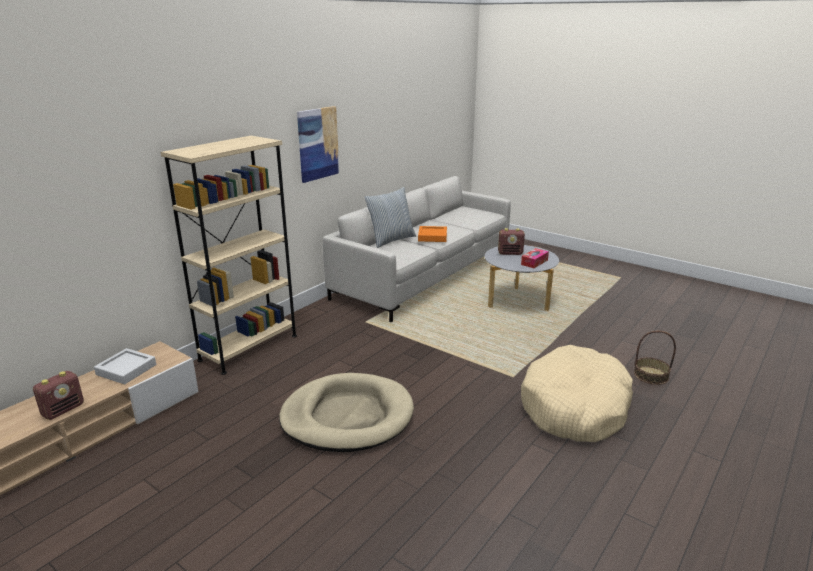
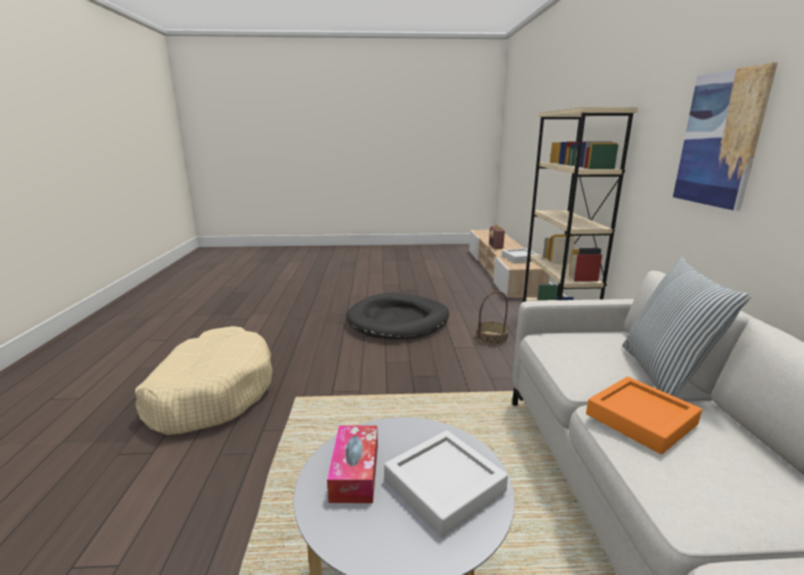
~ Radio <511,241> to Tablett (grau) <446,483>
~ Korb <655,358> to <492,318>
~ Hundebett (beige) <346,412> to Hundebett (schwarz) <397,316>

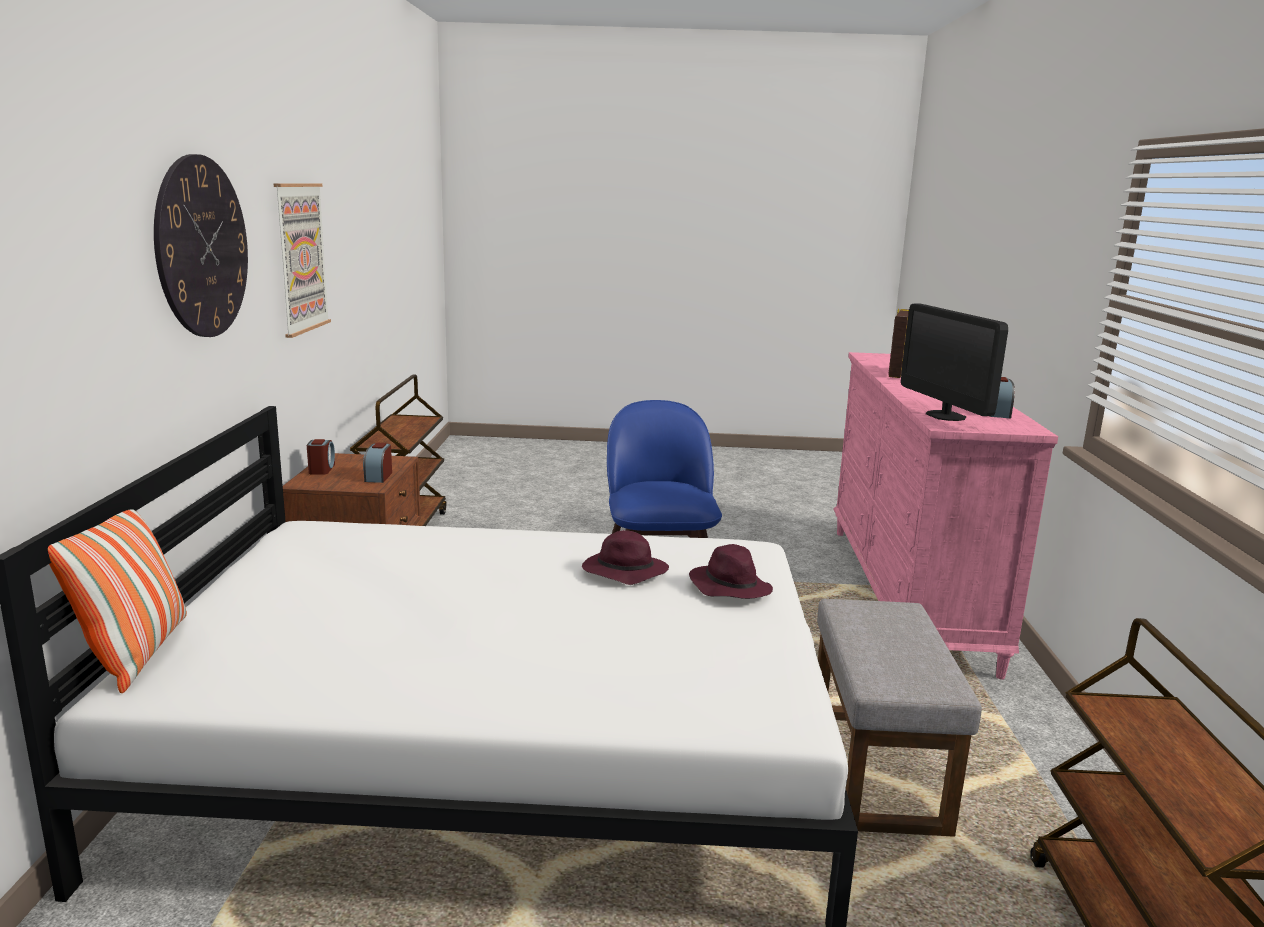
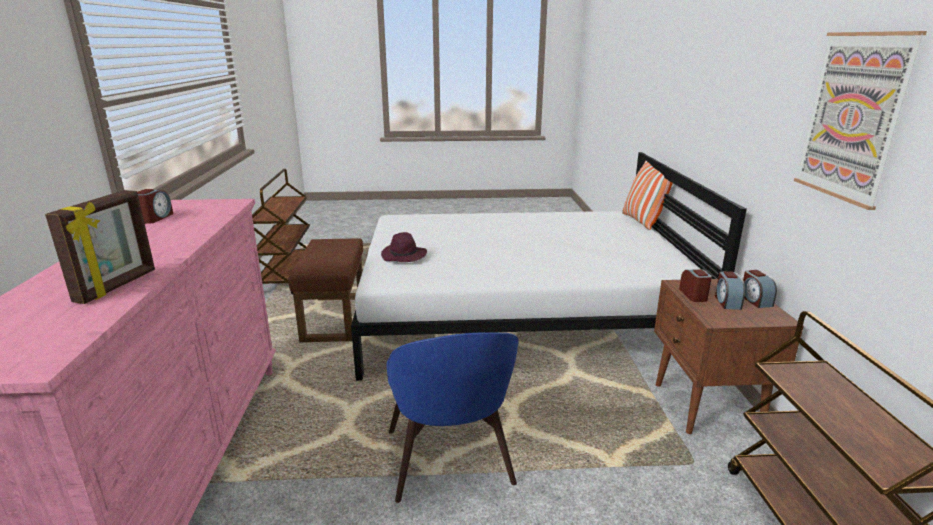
- Wanduhr <201,245>
- Monitor <954,362>
- Hut (lila) <625,557>
~ Polsterhocker (grau) <899,718> to Polsterhocker (braun) <325,290>
+ Wecker <730,290>

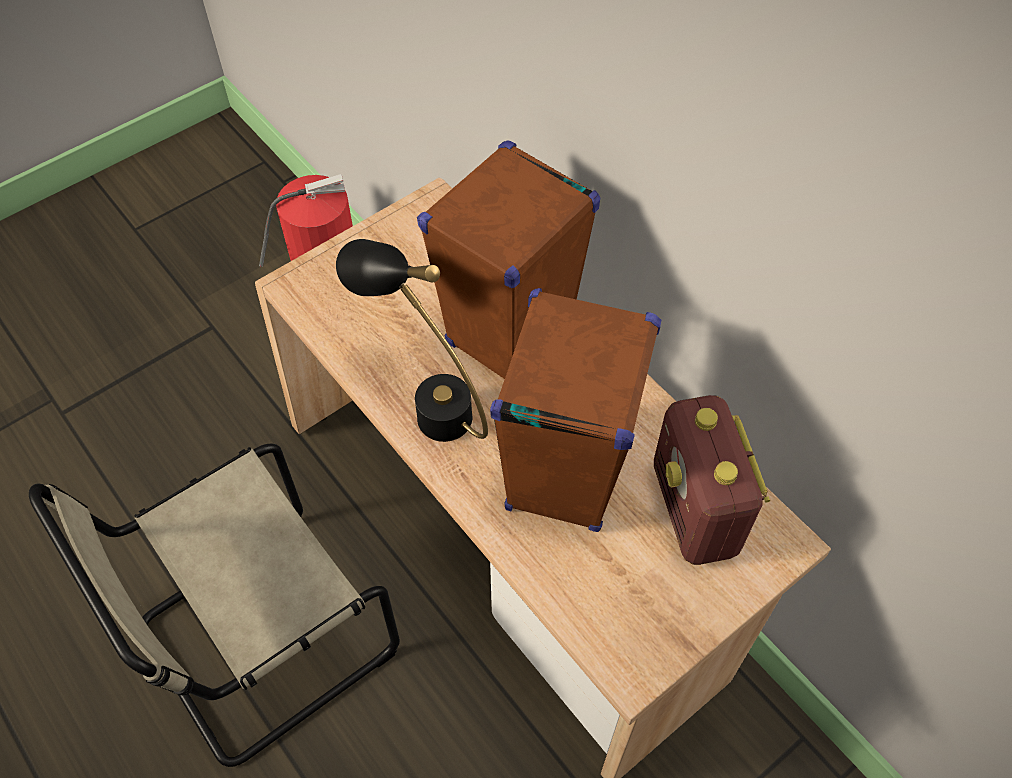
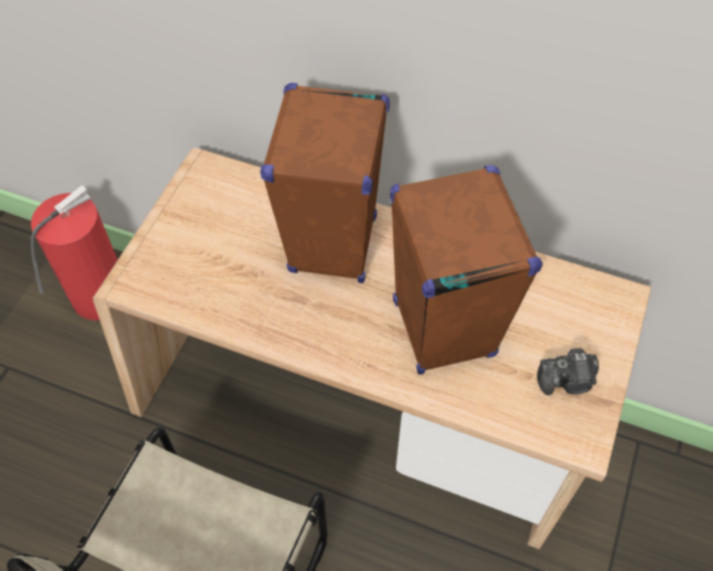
- Tischlampe (schwarz) <412,340>
- Radio <712,480>
+ Kamera <568,371>

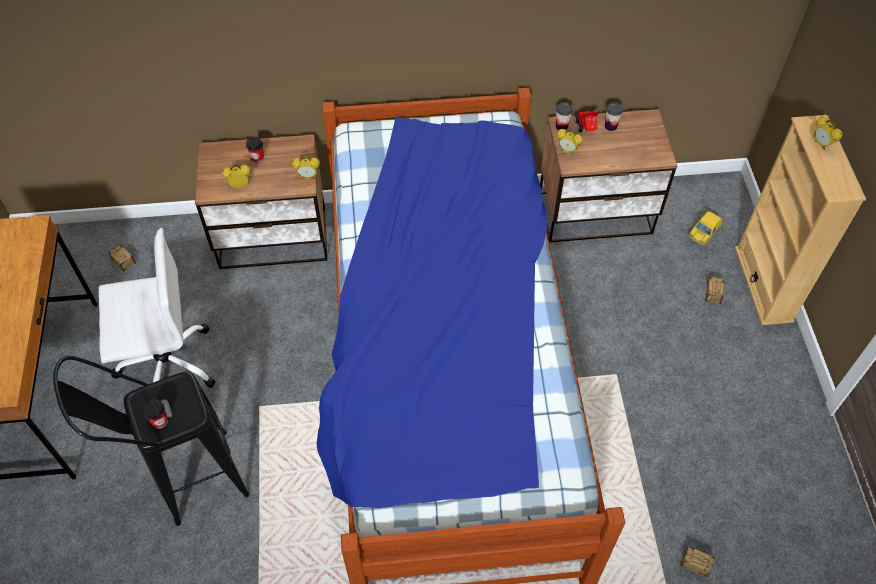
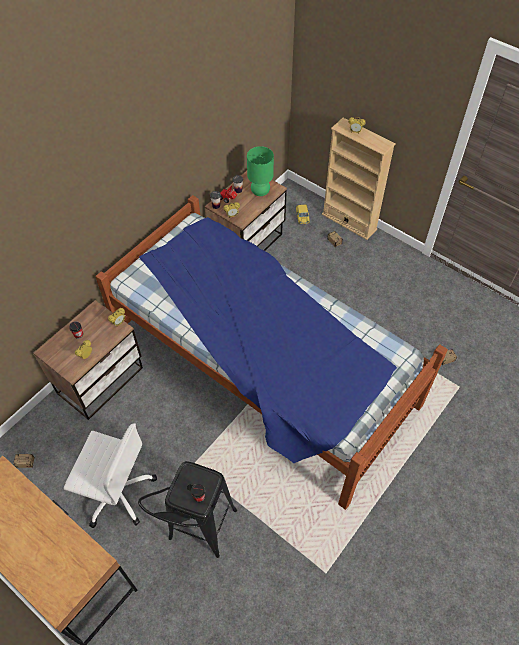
~ Bürostuhl (weiß) <157,308> = <110,475> 75 degrees clockwise
+ Tischlampe (grün) <260,171>

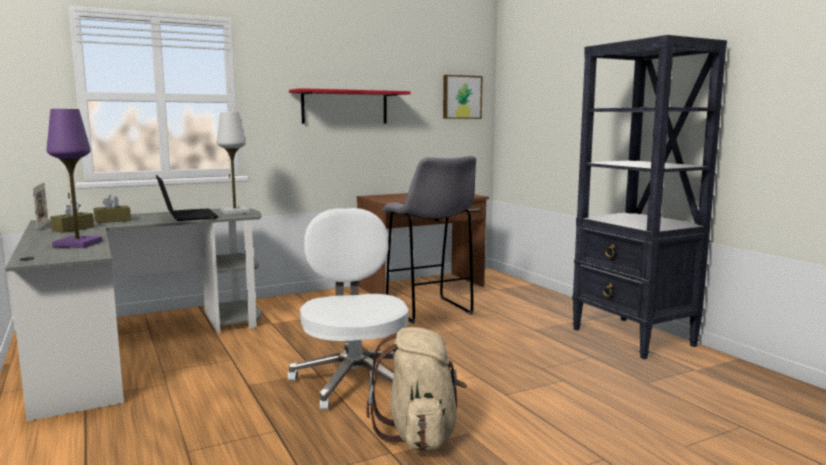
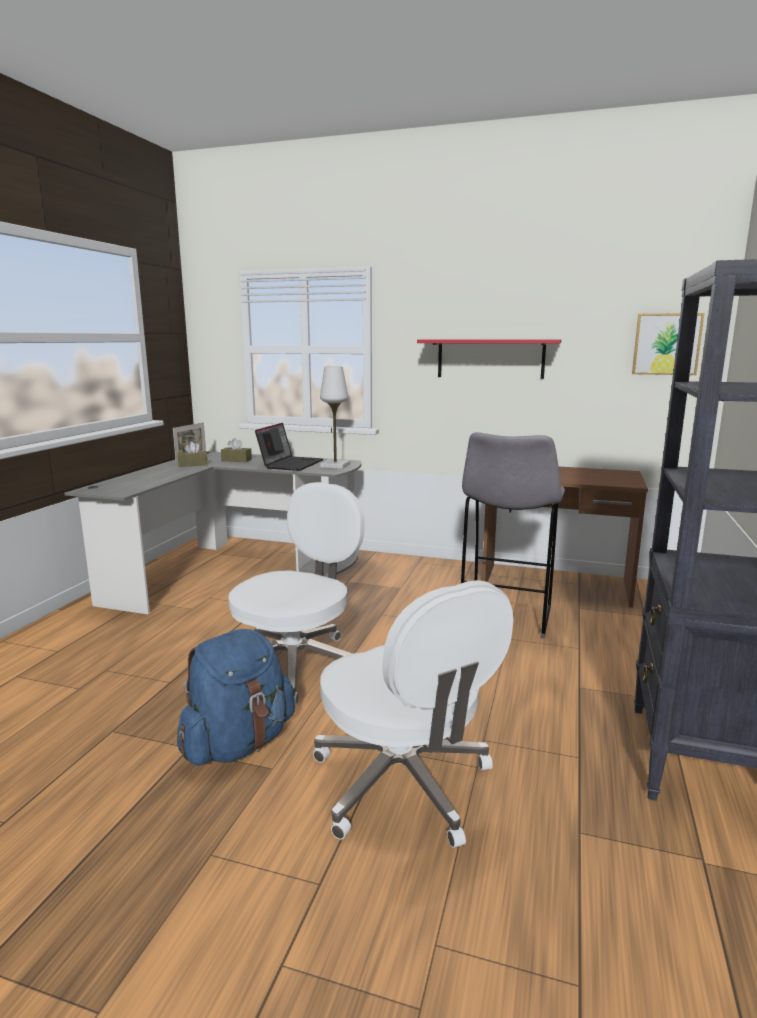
- Tischlampe (lila) <74,178>
~ Rucksack (beige) <416,389> to Rucksack (blau) <236,697>
+ Bürostuhl (weiß) <413,714>

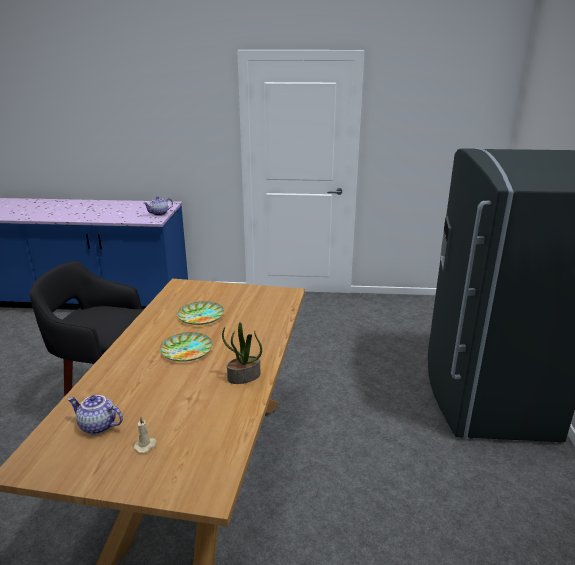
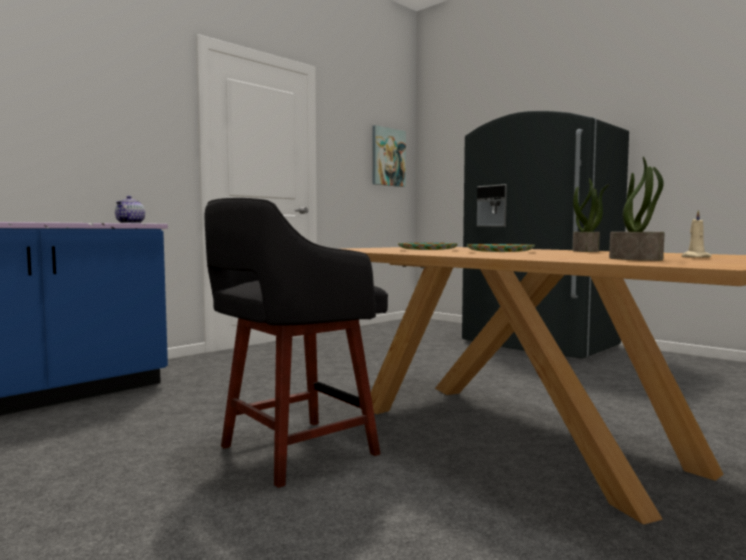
~ Teekanne <95,414> to Topfpflanze <637,208>
+ Bild <389,156>

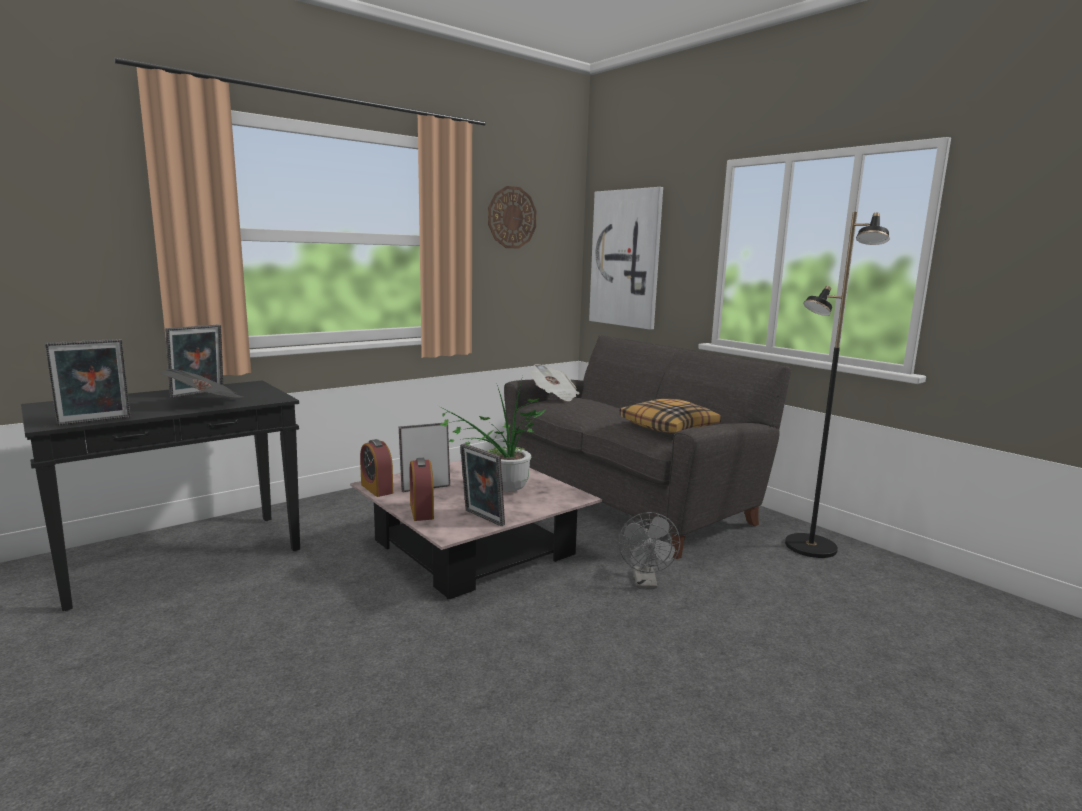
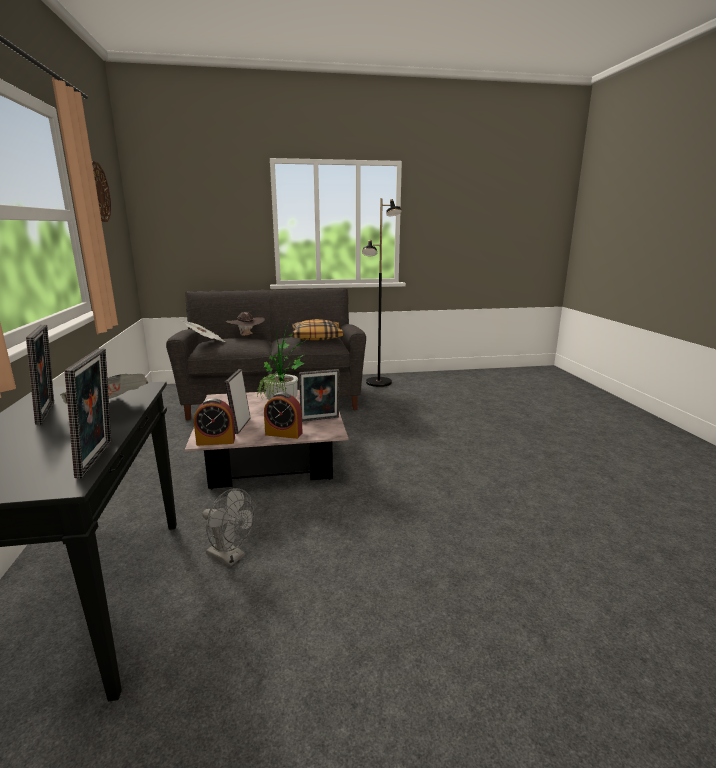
- Bild <626,258>
~ Ventilator (grau) <649,550> to <228,527>
+ Hut (braun) <245,324>

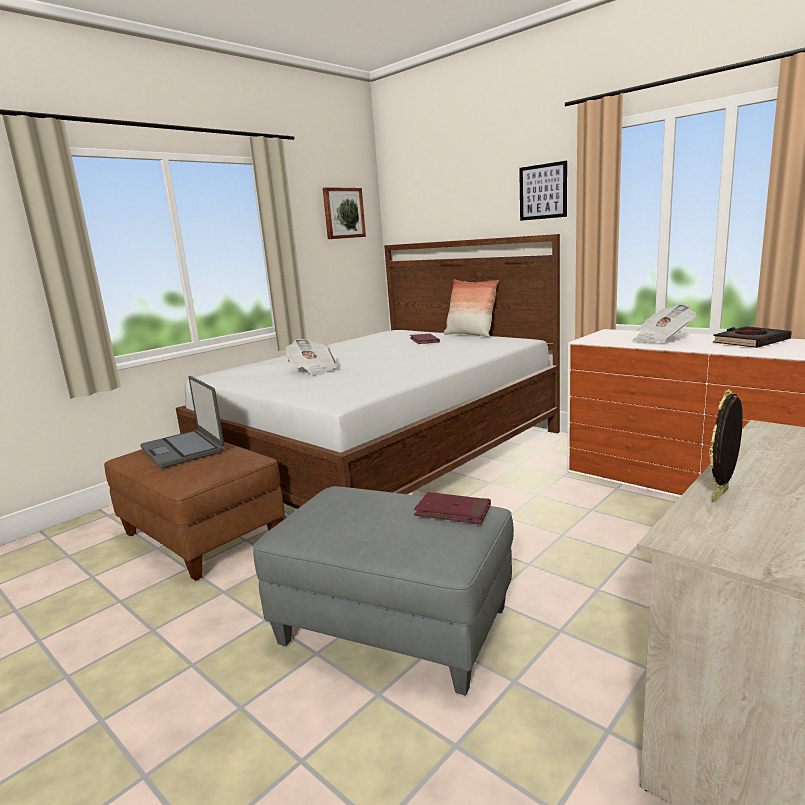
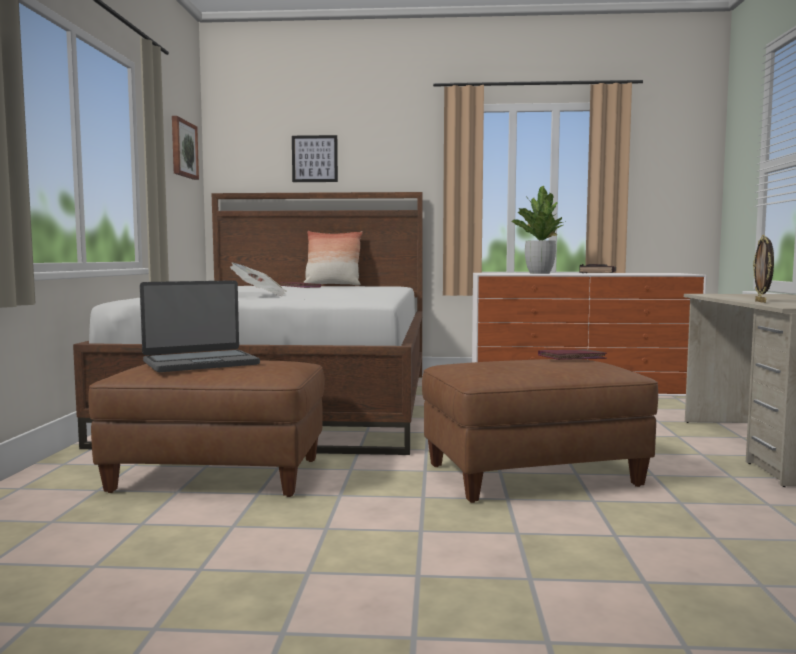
~ Bild <543,191> to <315,158>
~ Zeitung <664,323> to Topfpflanze <538,230>
~ Laptop <182,422> = <200,326> 45 degrees counterclockwise
~ Polsterhocker (grau) <383,591> to Polsterhocker (braun) <540,431>

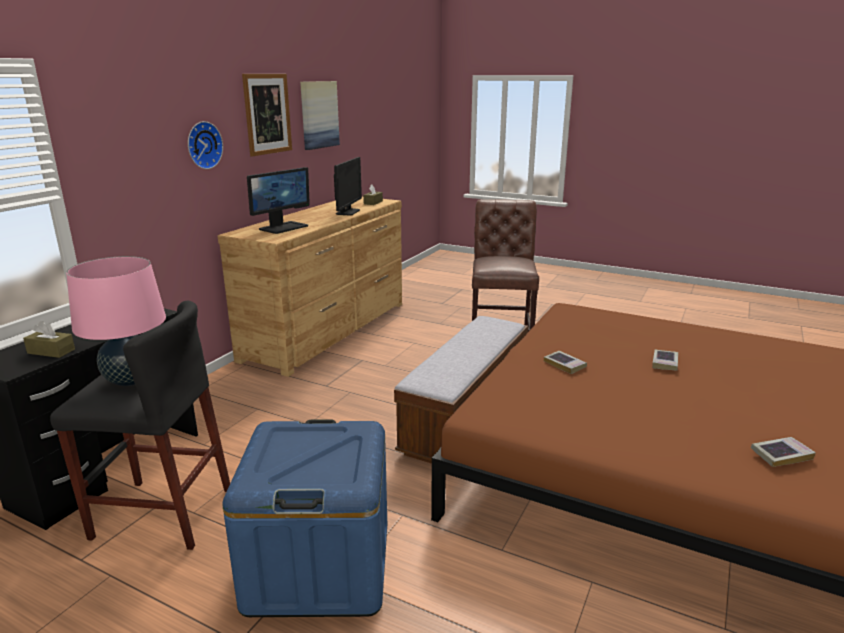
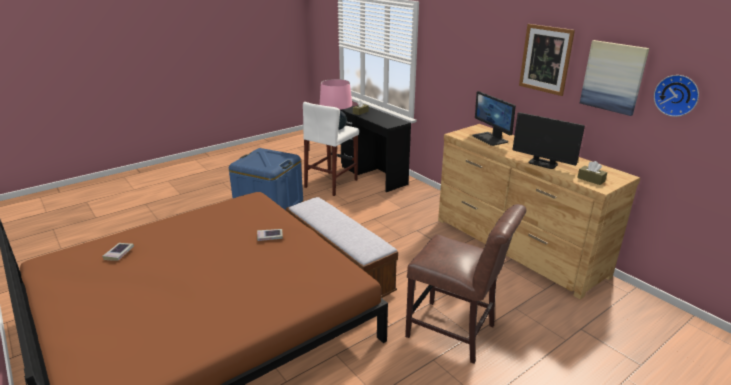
~ Wanduhr <205,145> to <676,96>
~ Hocker (schwarz) <140,425> to Hocker (weiß) <331,149>
- Buch <665,360>

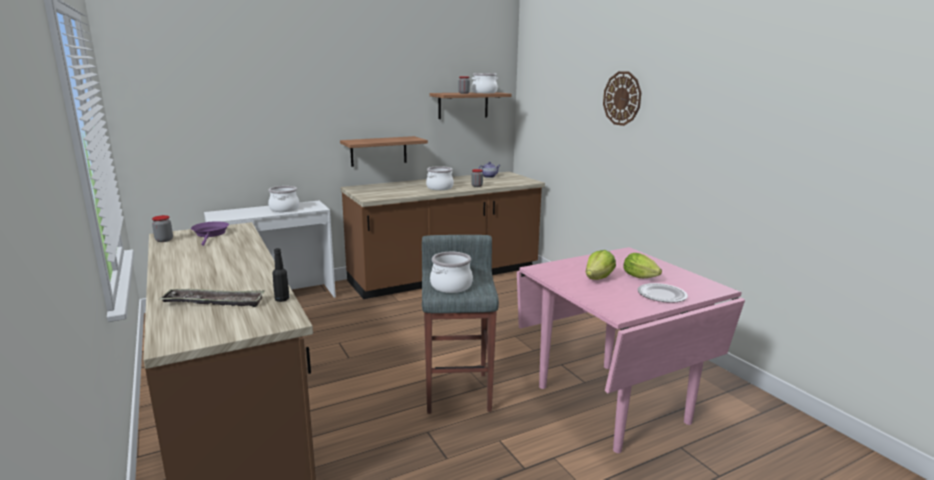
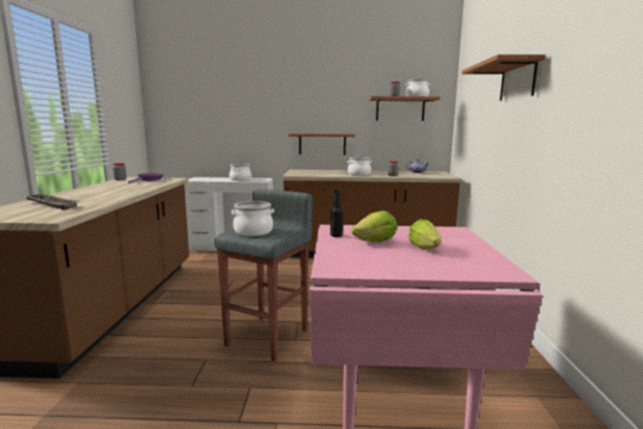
~ Wanduhr <622,98> to Wandregal <504,77>
~ Flasche (schwarz) <280,275> to <336,213>
- Teller <662,293>

